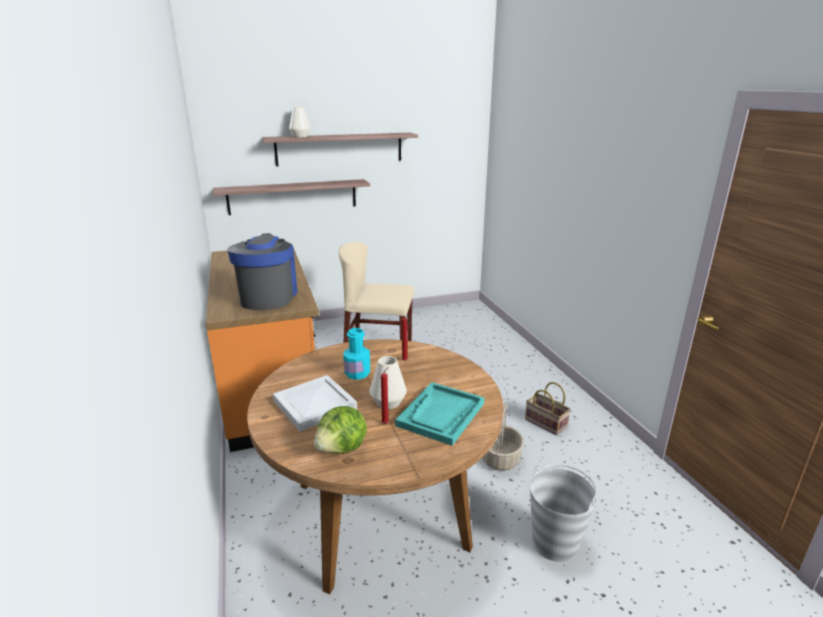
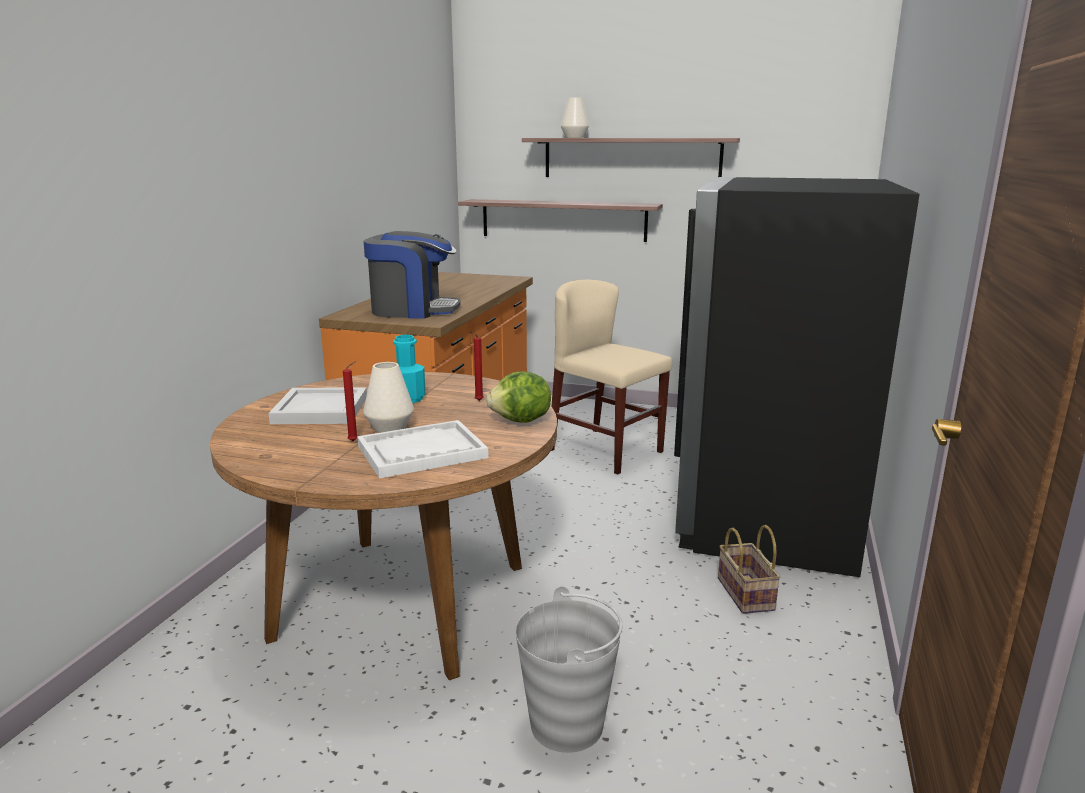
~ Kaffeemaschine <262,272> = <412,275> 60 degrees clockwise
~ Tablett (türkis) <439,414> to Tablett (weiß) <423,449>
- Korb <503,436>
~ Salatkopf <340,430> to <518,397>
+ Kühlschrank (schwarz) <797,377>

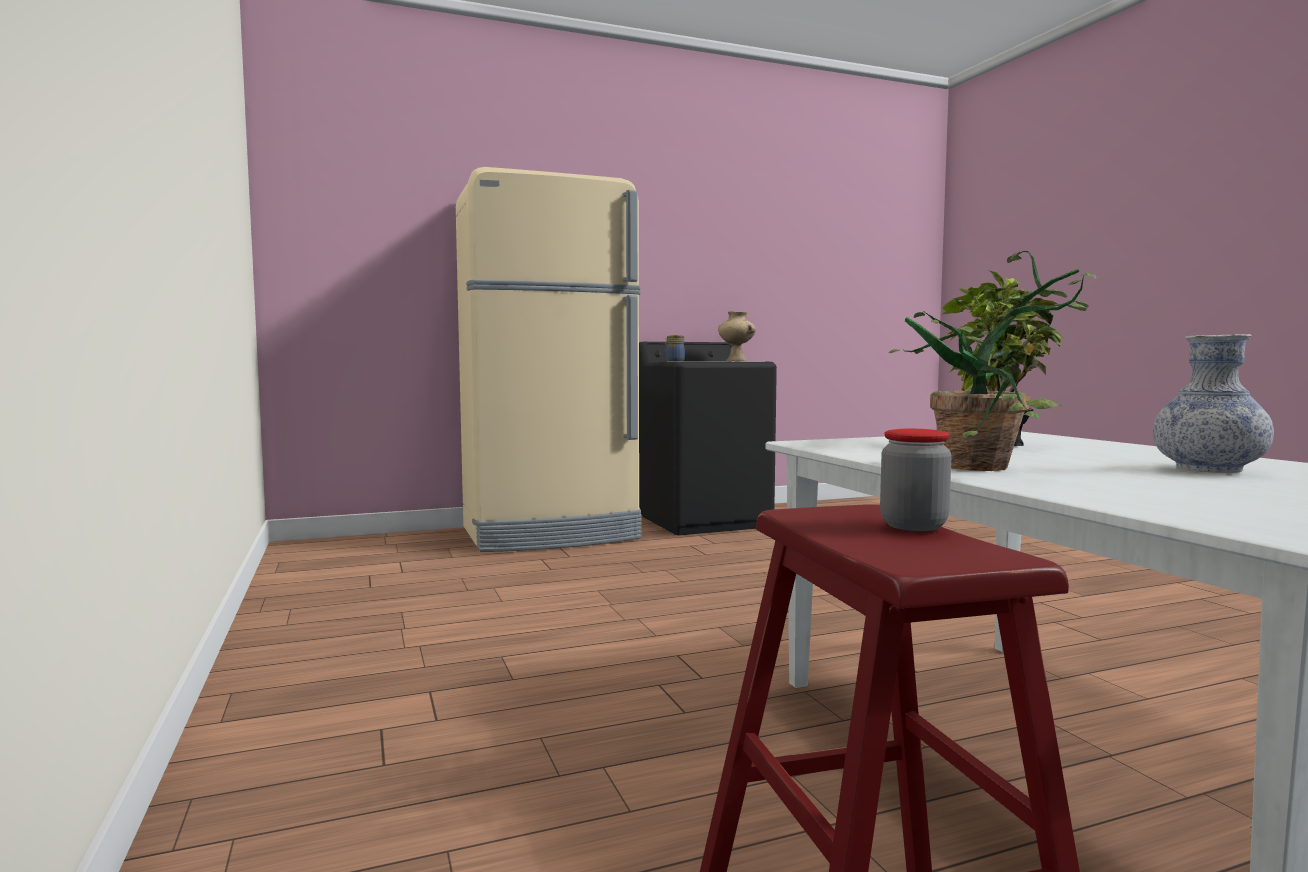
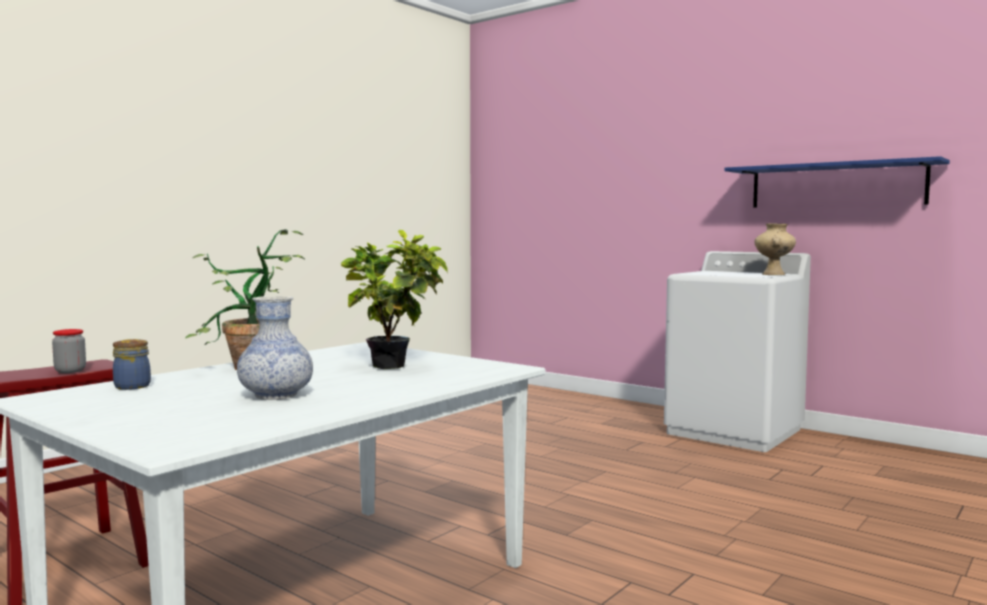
- Kühlschrank (beige) <549,359>
~ Vorratsglas <674,348> to <132,364>
~ Waschmaschine (schwarz) <708,438> to Waschmaschine (weiß) <737,351>
+ Wandregal (blau) <837,181>

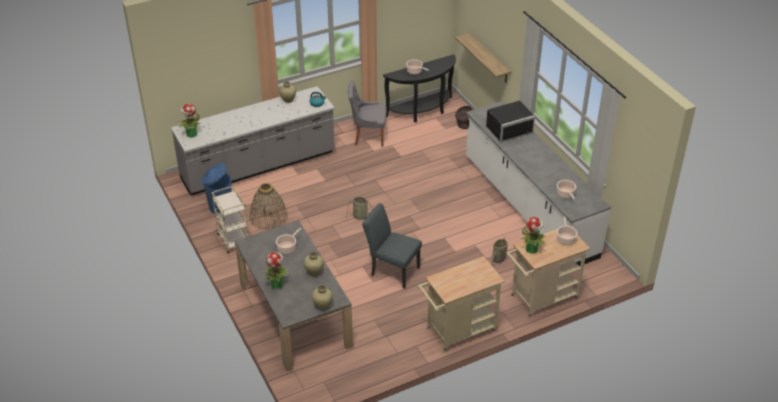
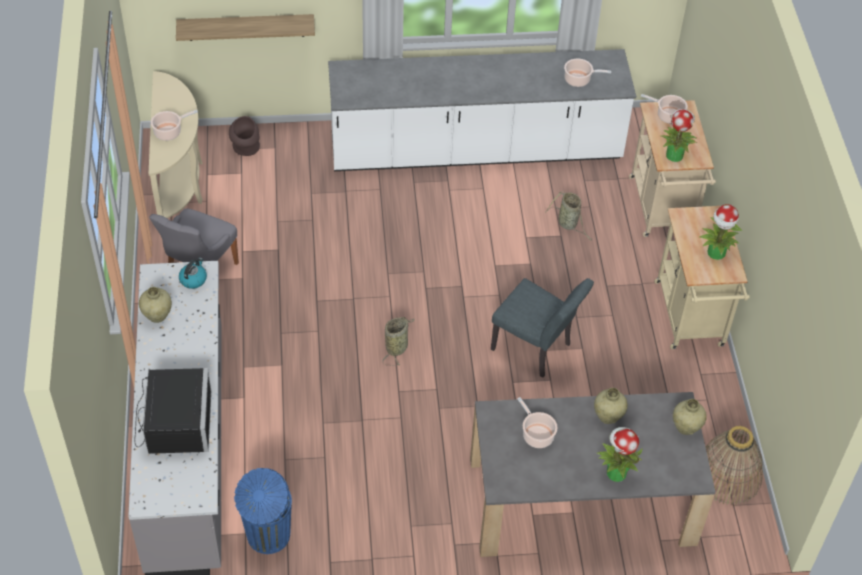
~ Konsolentisch (schwarz) <419,88> to Konsolentisch (beige) <176,144>
~ Mikrowelle (schwarz) <510,121> to <172,411>
~ Topfpflanze <190,120> to <721,232>
~ Korb <269,206> to <734,465>
- Rollwagen (beige) <230,219>
~ Stuhl (grau) <392,246> = <542,328> 105 degrees counterclockwise

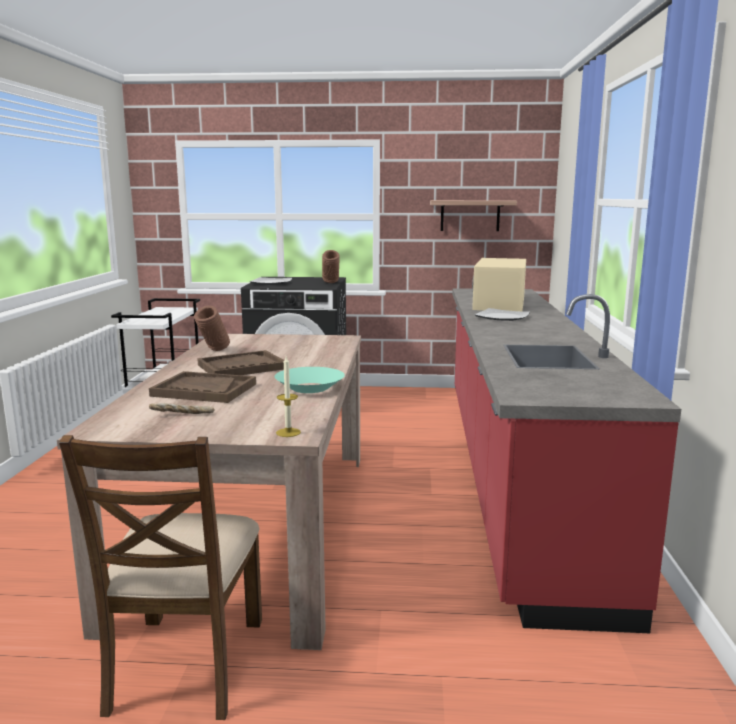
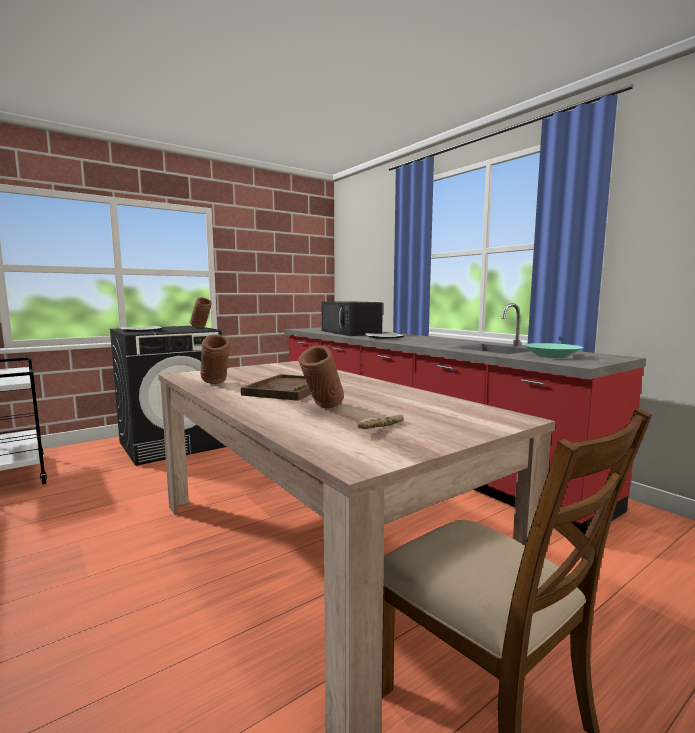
- Wandregal <473,215>
~ Mikrowelle (beige) <499,284> to Mikrowelle (schwarz) <352,318>
- Kerze <288,397>
~ Schüssel (türkis) <310,380> to <553,350>
~ Tablett (braun) <202,387> to Vase (braun) <321,376>

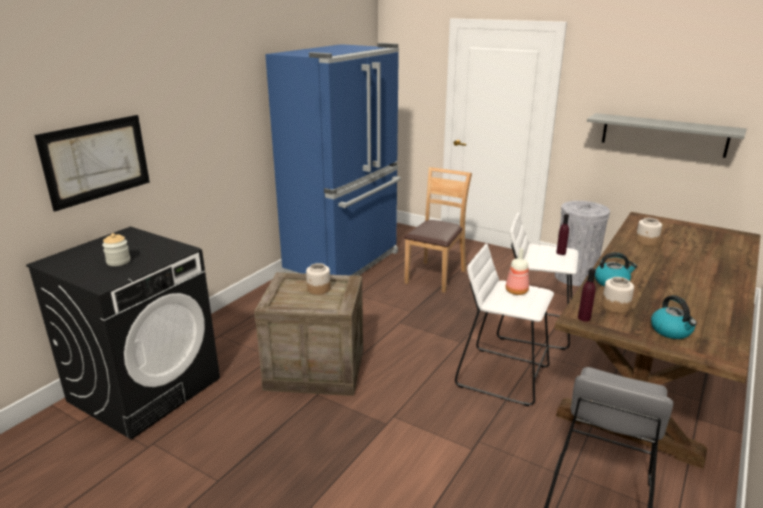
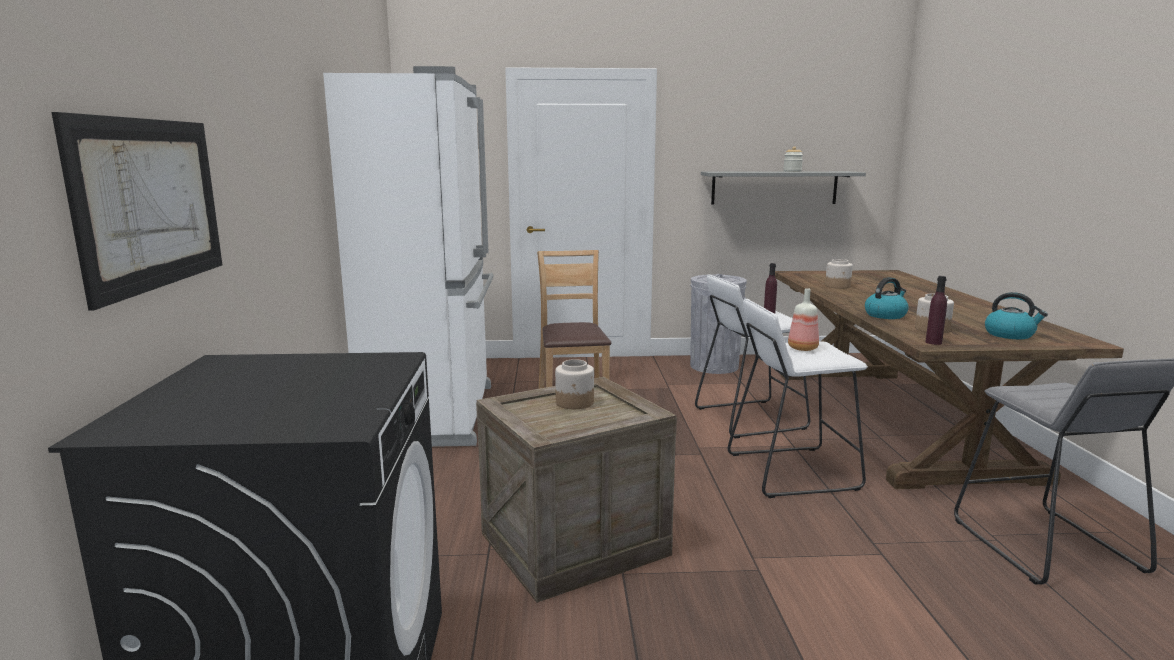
~ Kühlschrank (blau) <333,159> to Kühlschrank (weiß) <408,256>
~ Vorratsglas <116,249> to <793,159>

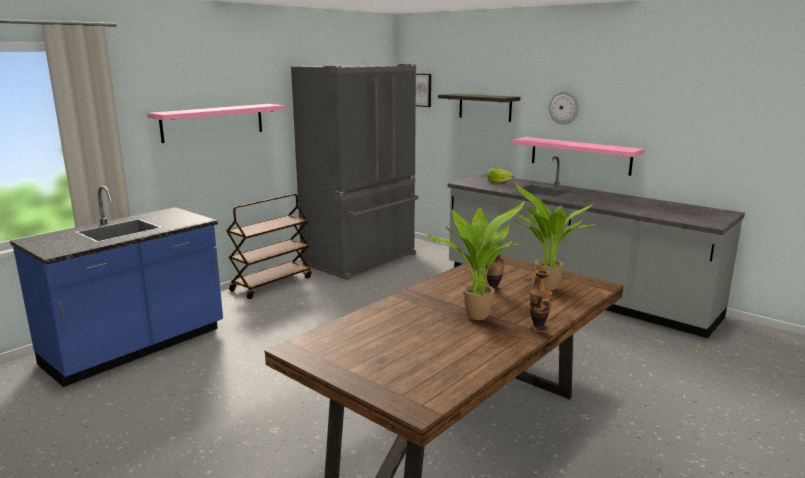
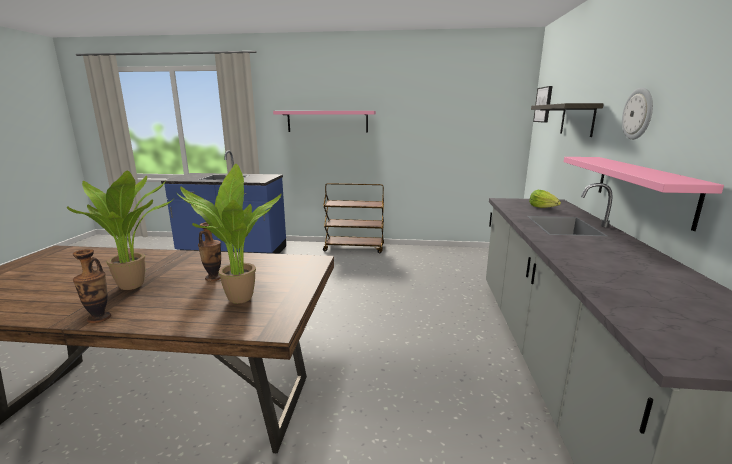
- Kühlschrank (grau) <355,172>

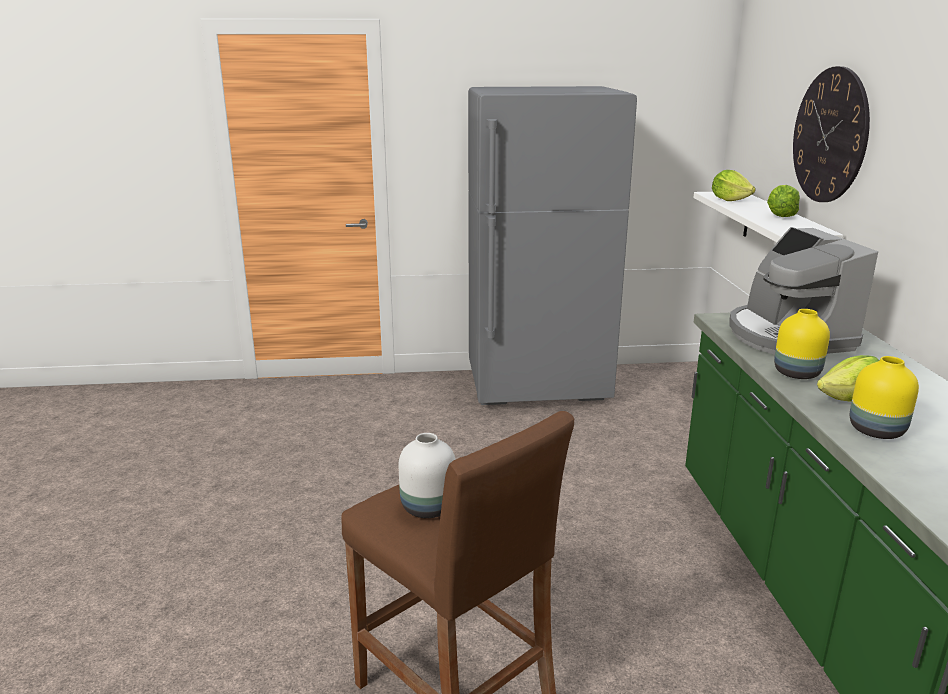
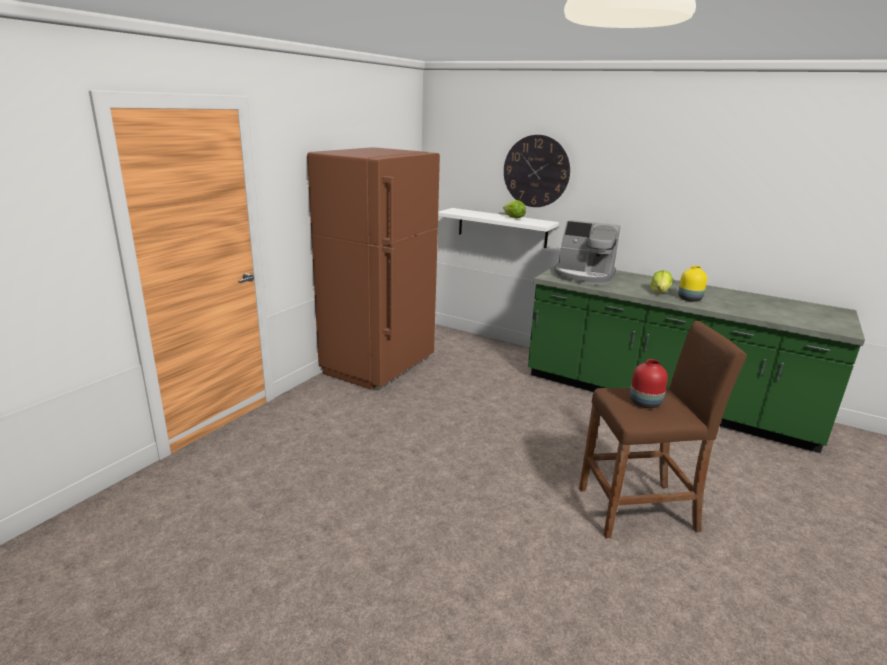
~ Kühlschrank (grau) <552,245> to Kühlschrank (braun) <373,268>
- Salatkopf <734,185>
- Vase (gelb) <802,344>
~ Vase (weiß) <427,475> to Vase (rot) <649,383>

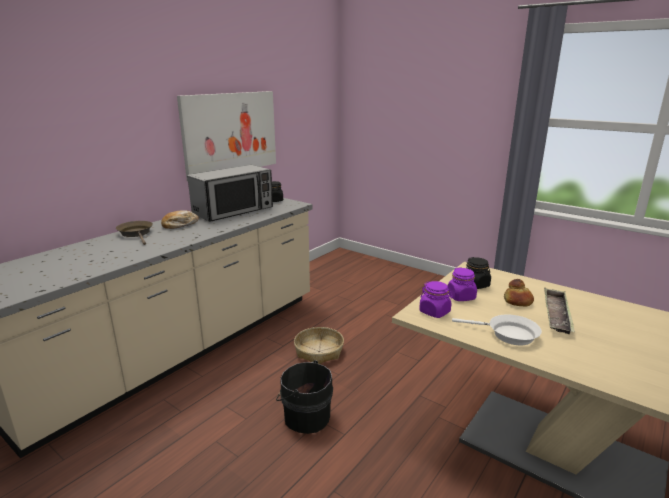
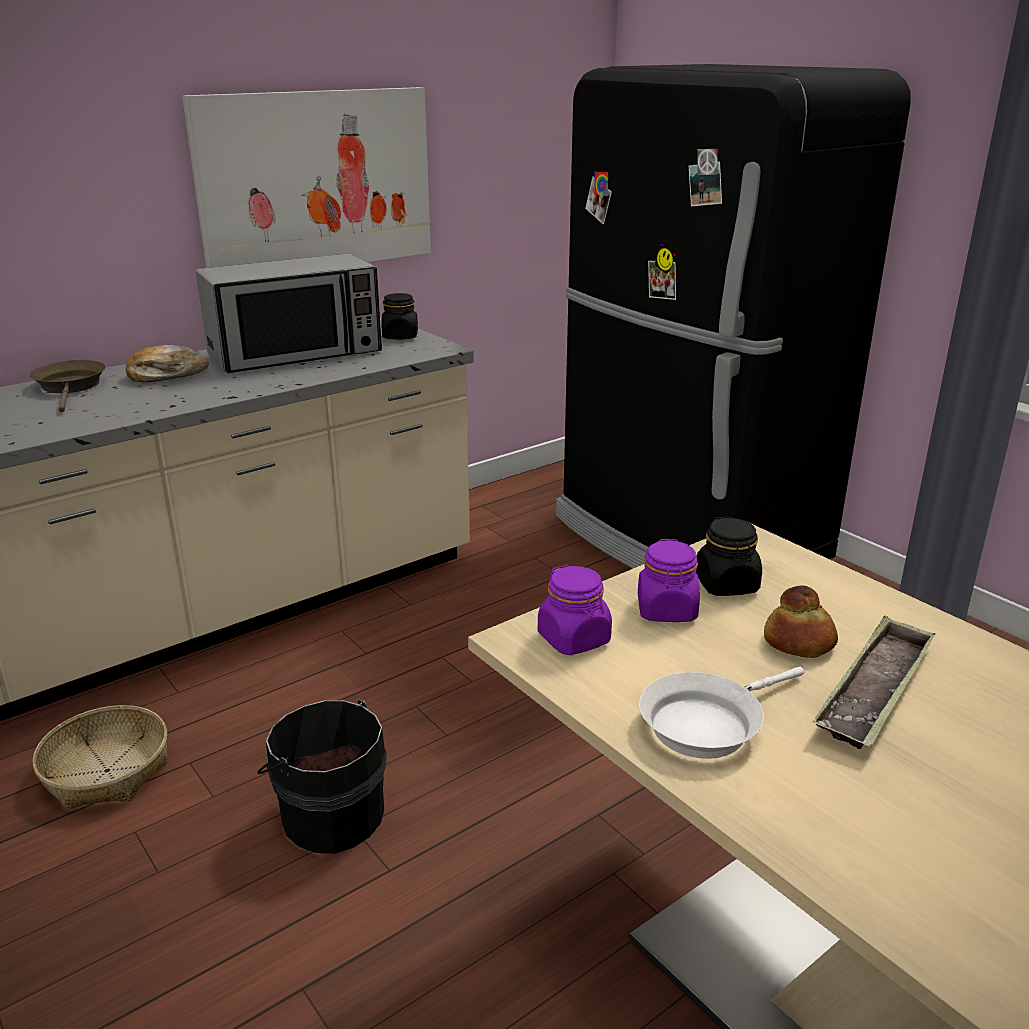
~ Pfanne (weiß) <497,329> = <721,713> 105 degrees clockwise
~ Korb <319,345> to <100,757>
+ Kühlschrank (schwarz) <733,316>

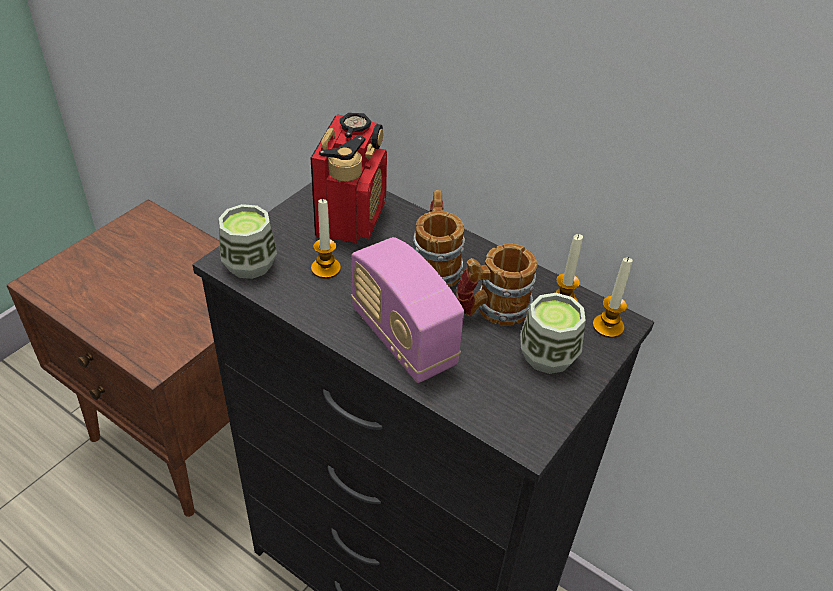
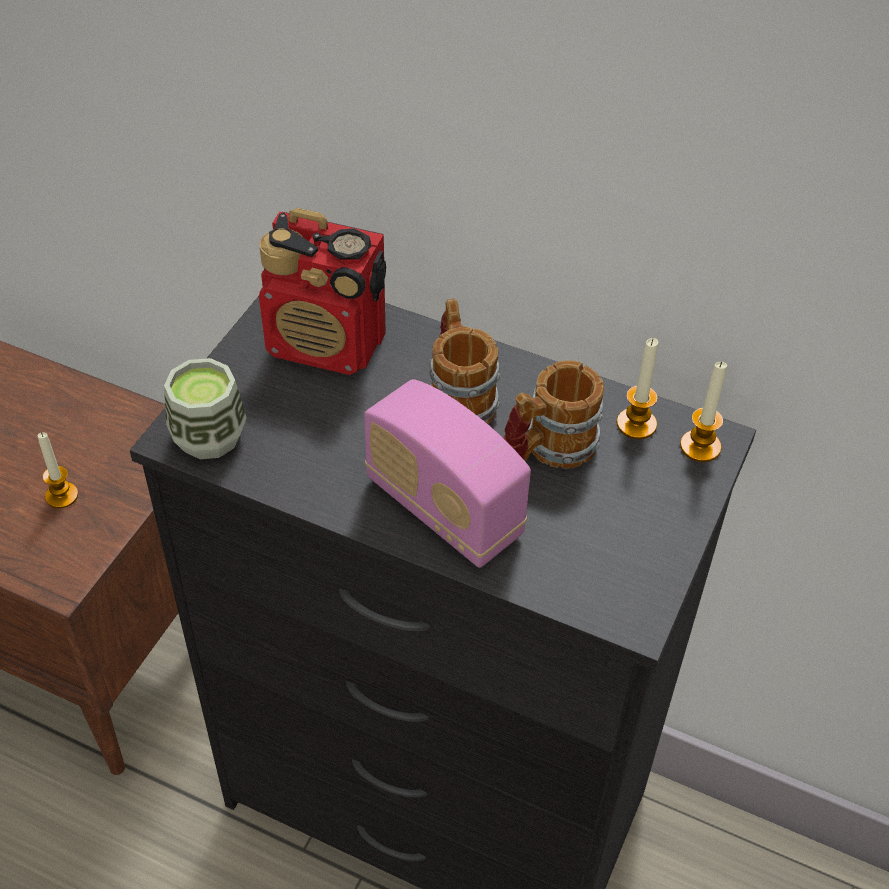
~ Radio <349,178> = <322,291> 105 degrees clockwise
~ Kerze <326,238> to <57,471>
- Tasse <553,333>

